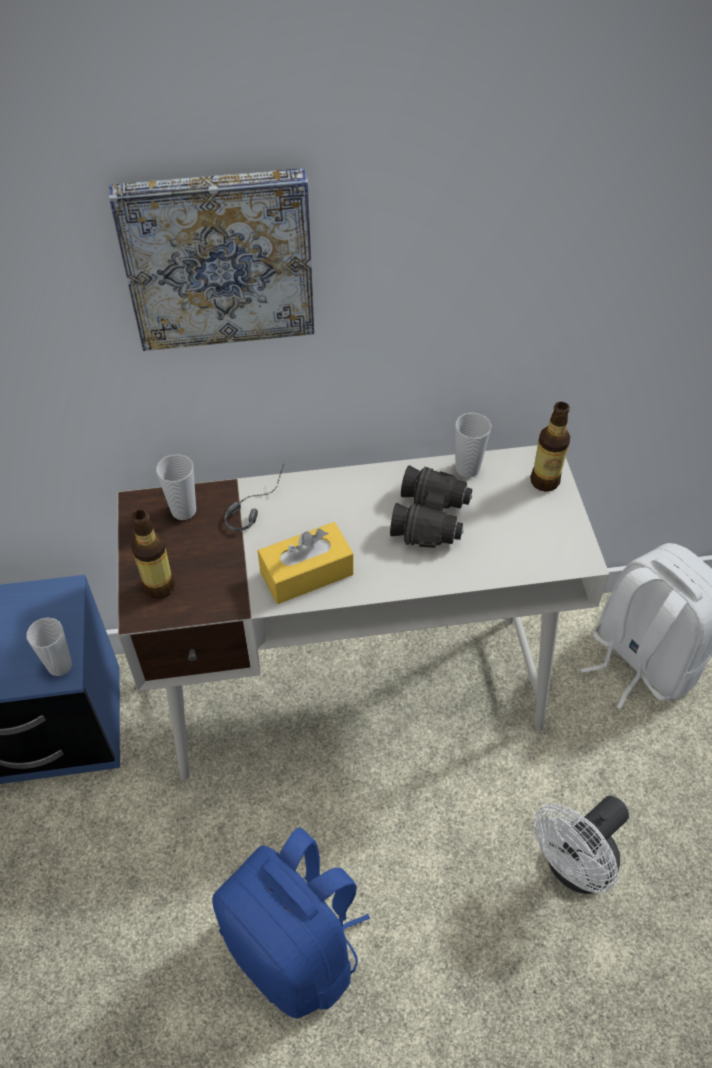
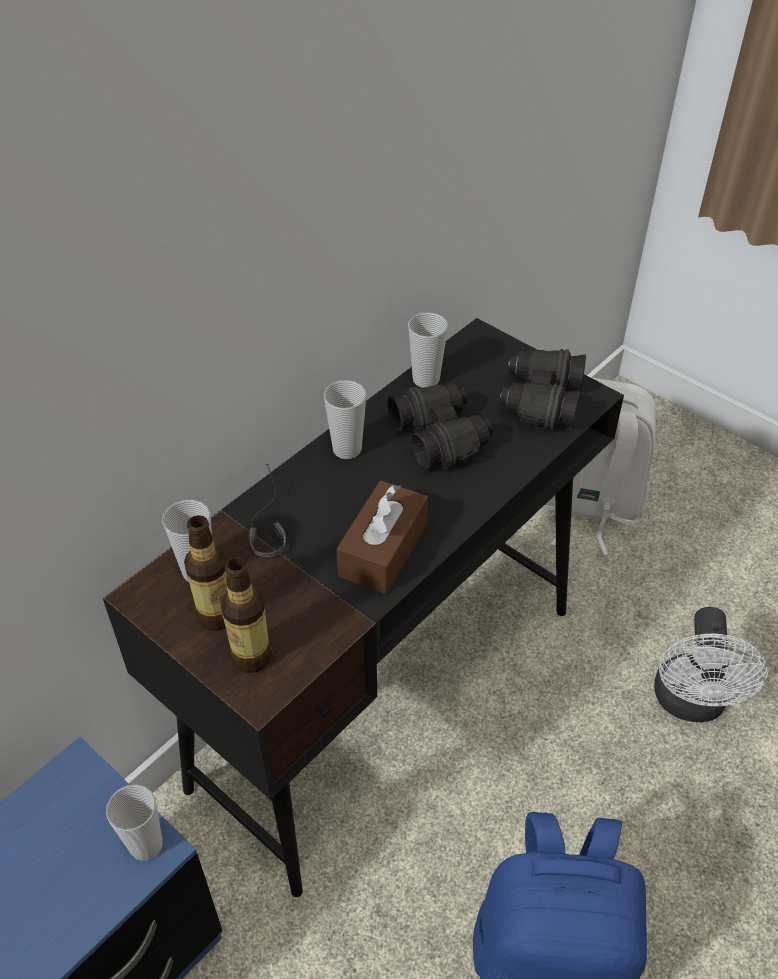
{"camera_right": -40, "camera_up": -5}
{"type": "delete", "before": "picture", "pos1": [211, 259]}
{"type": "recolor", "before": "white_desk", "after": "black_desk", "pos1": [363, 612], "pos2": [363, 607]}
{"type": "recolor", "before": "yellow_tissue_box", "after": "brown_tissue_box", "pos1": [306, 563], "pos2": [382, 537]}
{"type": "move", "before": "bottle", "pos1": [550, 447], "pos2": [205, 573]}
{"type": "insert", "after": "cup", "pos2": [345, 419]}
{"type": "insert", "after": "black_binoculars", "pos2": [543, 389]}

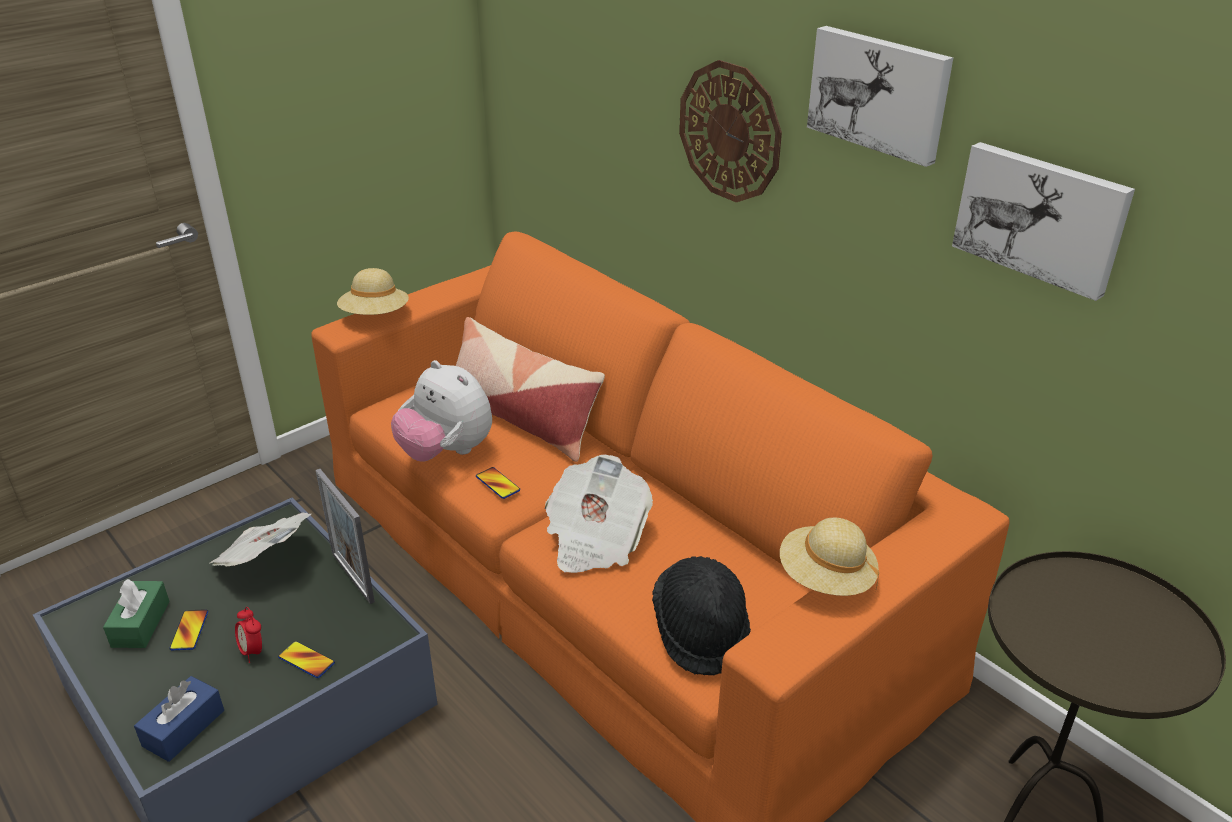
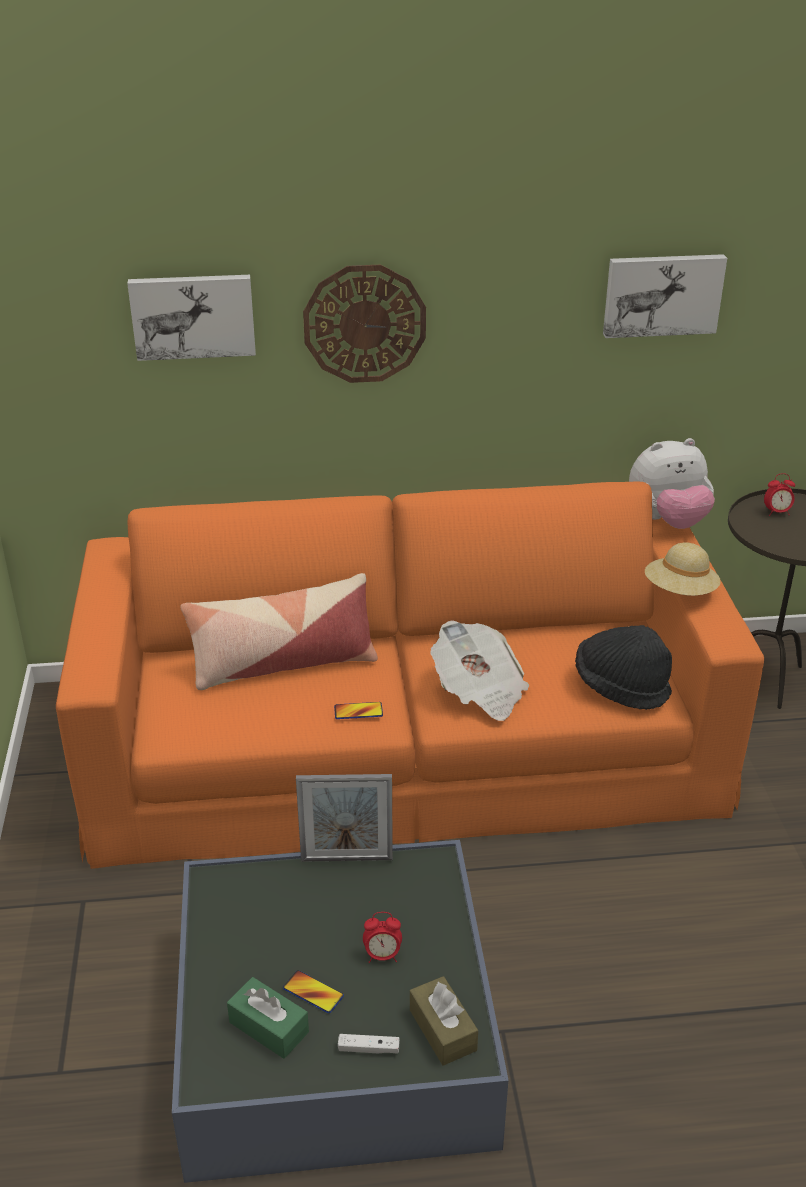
{"camera_right": -55, "camera_up": 0}
{"type": "recolor", "before": "blue_tissue_box", "after": "brown_tissue_box", "pos1": [179, 719], "pos2": [444, 1021]}
{"type": "delete", "before": "newspaper", "pos1": [260, 539]}
{"type": "delete", "before": "phone", "pos1": [306, 659]}
{"type": "delete", "before": "beige_hat", "pos1": [373, 291]}
{"type": "move", "before": "plush_toy", "pos1": [441, 410], "pos2": [672, 483]}
{"type": "move", "before": "picture", "pos1": [880, 96], "pos2": [191, 318]}
{"type": "insert", "after": "white_game_controller", "pos2": [369, 1044]}
{"type": "insert", "after": "alarm_clock", "pos2": [779, 494]}

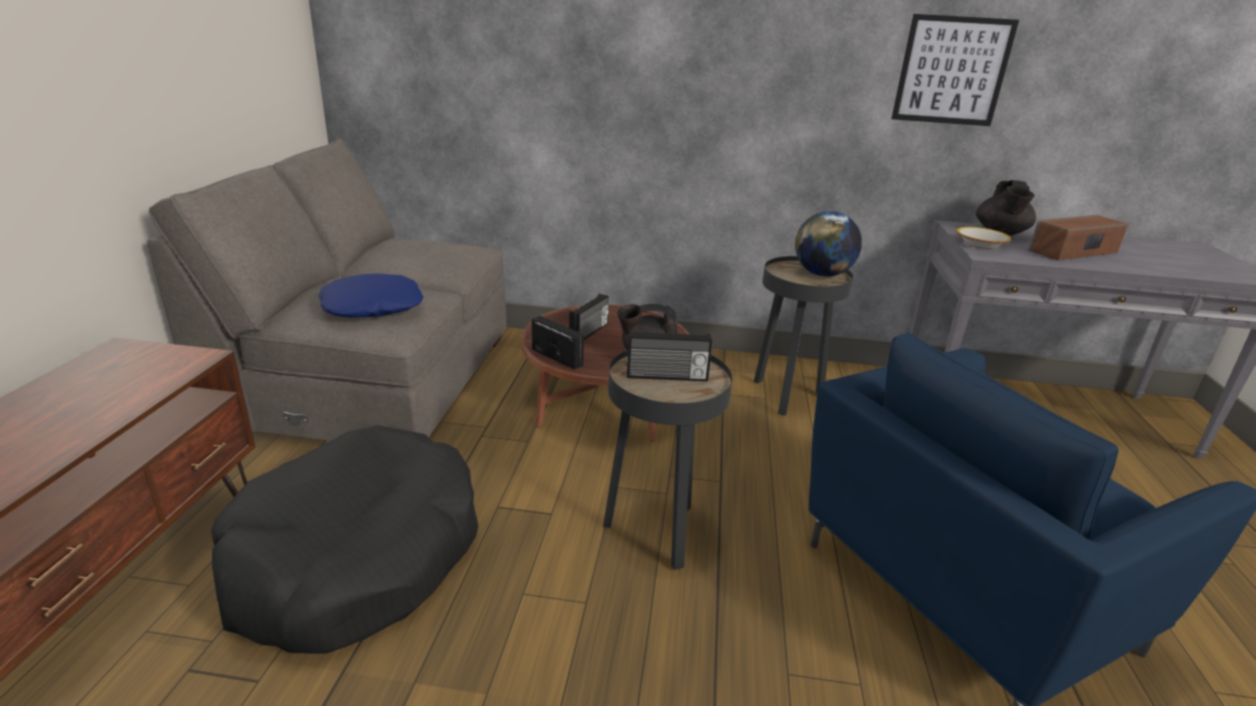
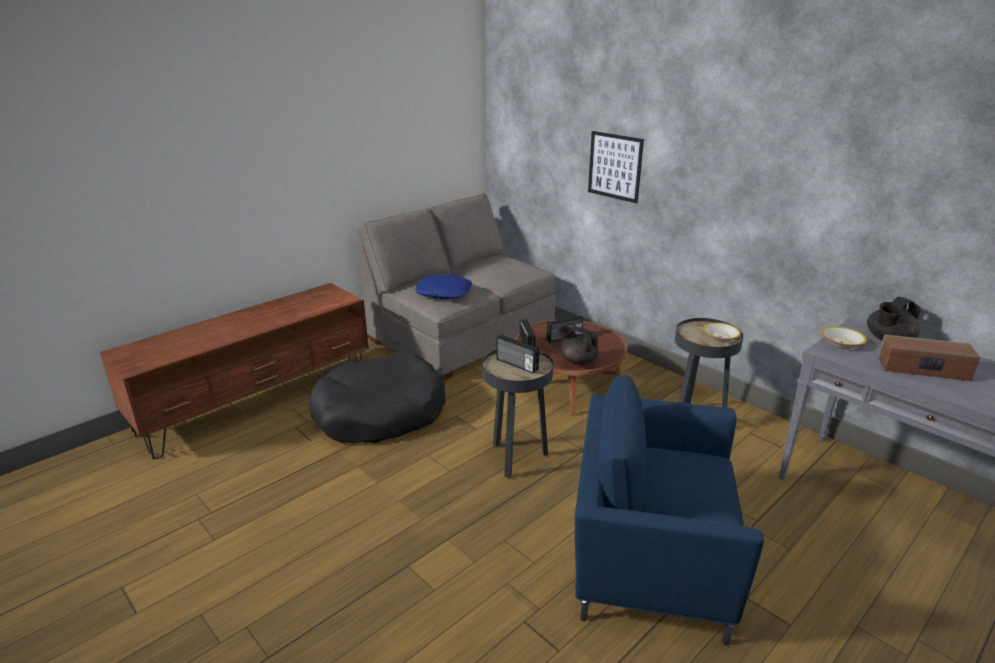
{"camera_right": 40, "camera_up": 0}
{"type": "replace", "before": "globe", "after": "bowl", "pos1": [828, 244], "pos2": [722, 332]}
{"type": "move", "before": "picture", "pos1": [955, 70], "pos2": [616, 167]}

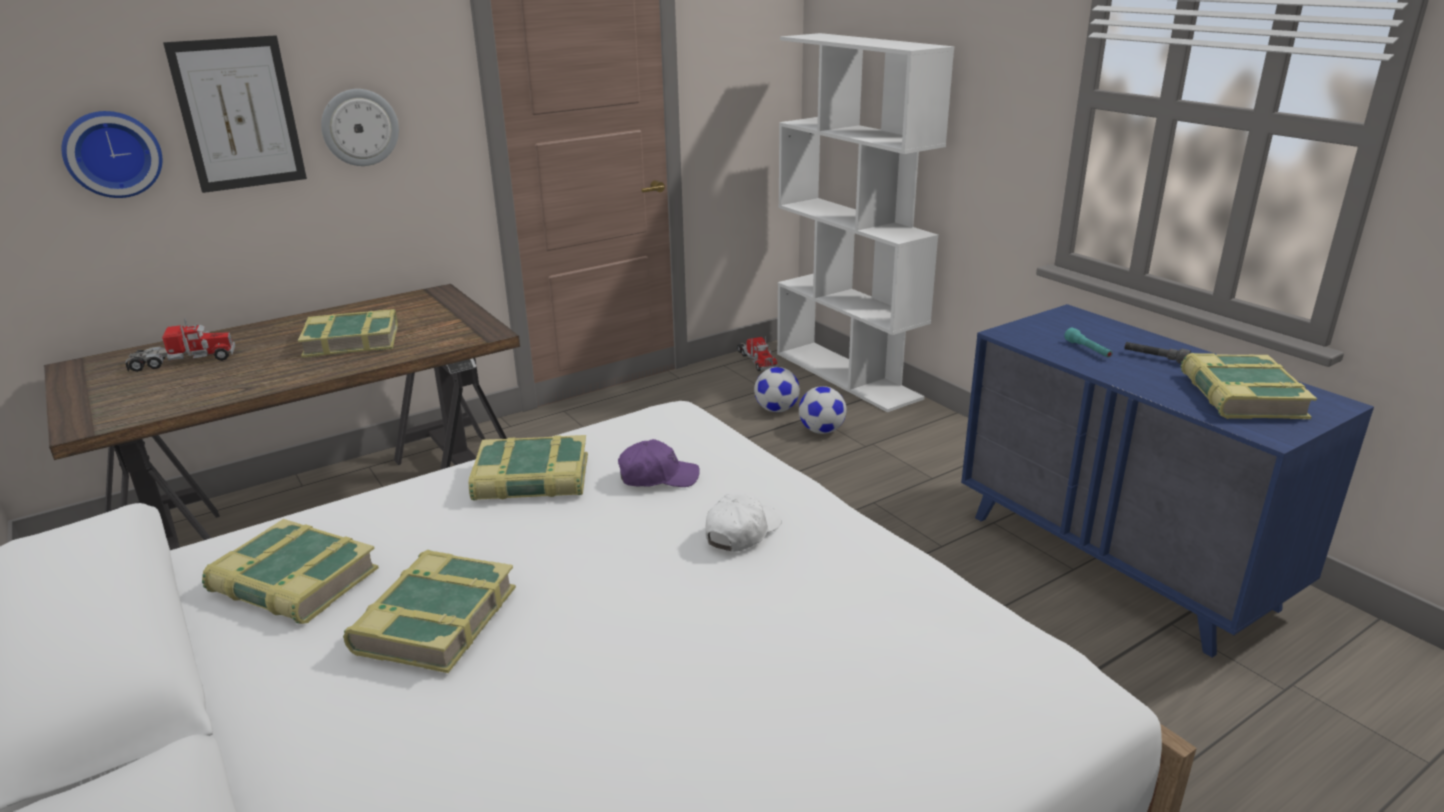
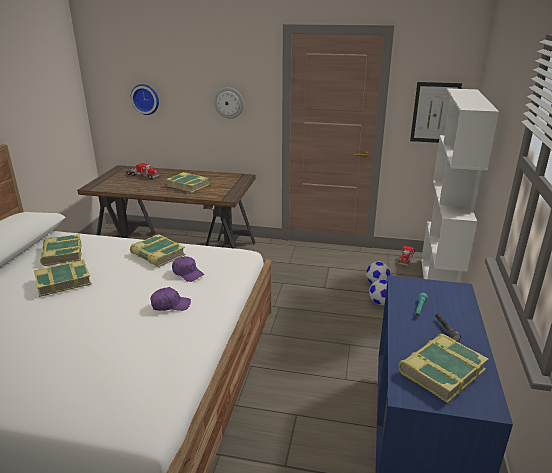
{"camera_right": 45, "camera_up": 0}
{"type": "move", "before": "picture", "pos1": [235, 114], "pos2": [436, 112]}
{"type": "recolor", "before": "white_cap", "after": "purple_cap", "pos1": [743, 523], "pos2": [170, 299]}

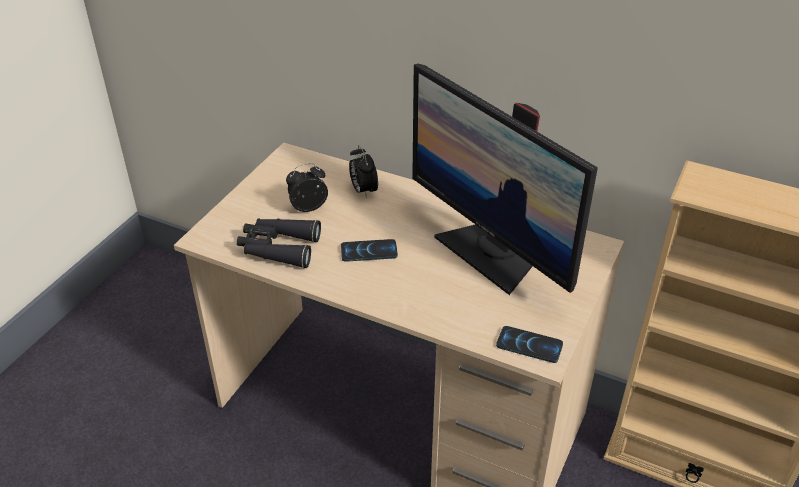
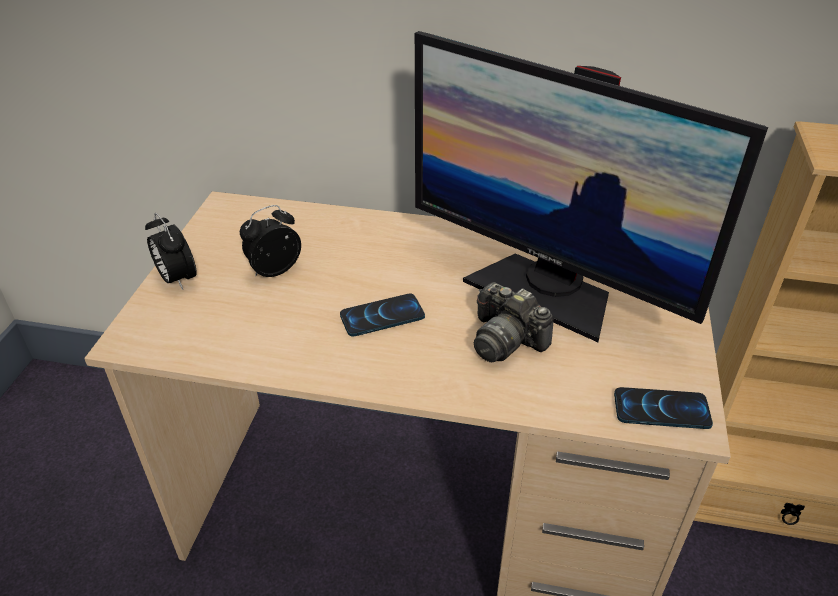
{"camera_right": -15, "camera_up": 0}
{"type": "delete", "before": "black_binoculars", "pos1": [279, 243]}
{"type": "move", "before": "alarm_clock", "pos1": [363, 172], "pos2": [171, 251]}
{"type": "insert", "after": "photo_camera", "pos2": [514, 322]}

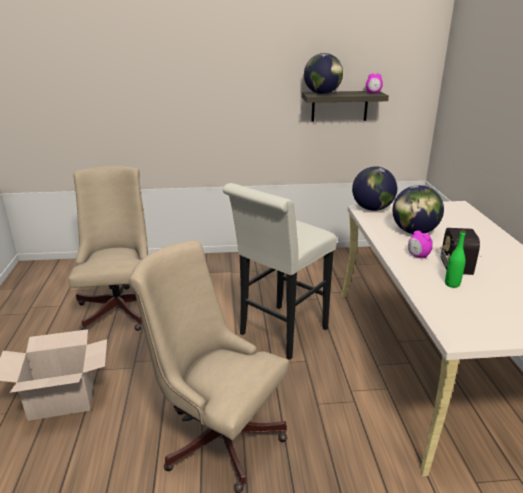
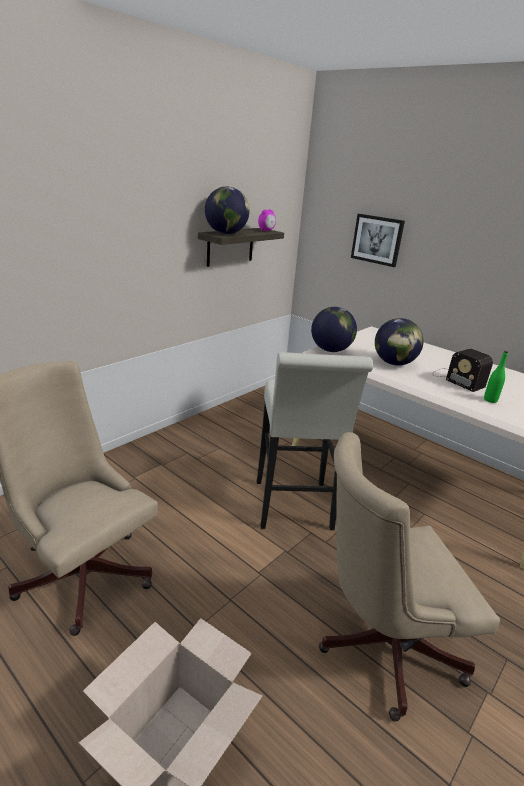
{"camera_right": -45, "camera_up": 0}
{"type": "delete", "before": "alarm_clock", "pos1": [420, 245]}
{"type": "insert", "after": "picture", "pos2": [378, 240]}

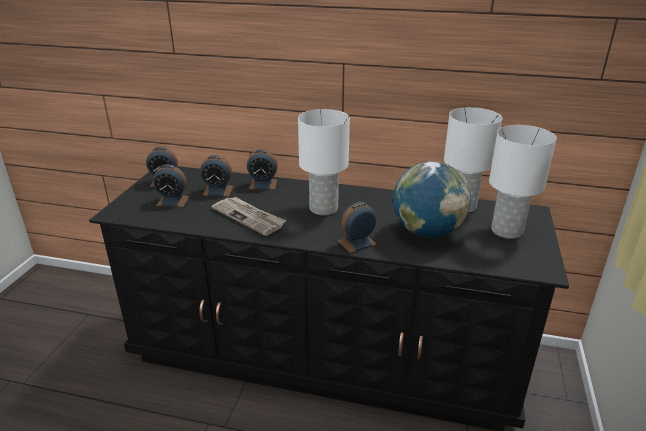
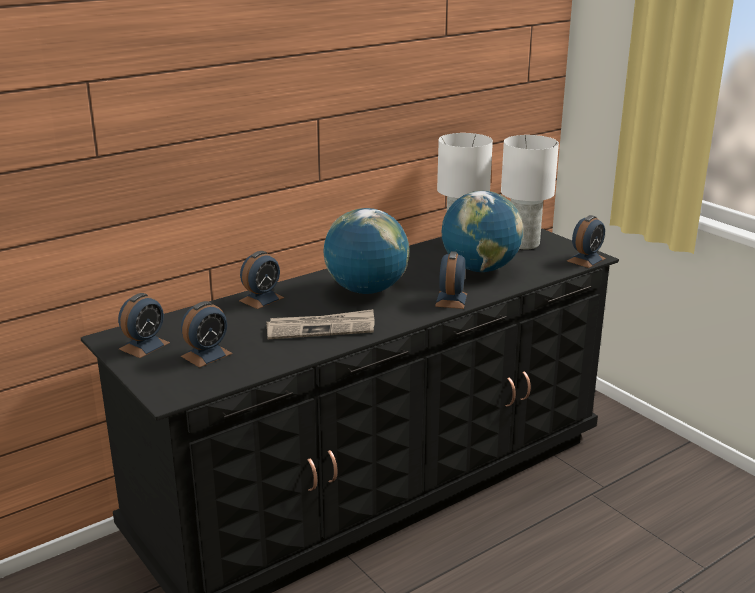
{"camera_right": -50, "camera_up": -5}
{"type": "move", "before": "alarm_clock", "pos1": [216, 175], "pos2": [586, 241]}
{"type": "replace", "before": "white_table_lamp", "after": "globe", "pos1": [324, 162], "pos2": [366, 251]}

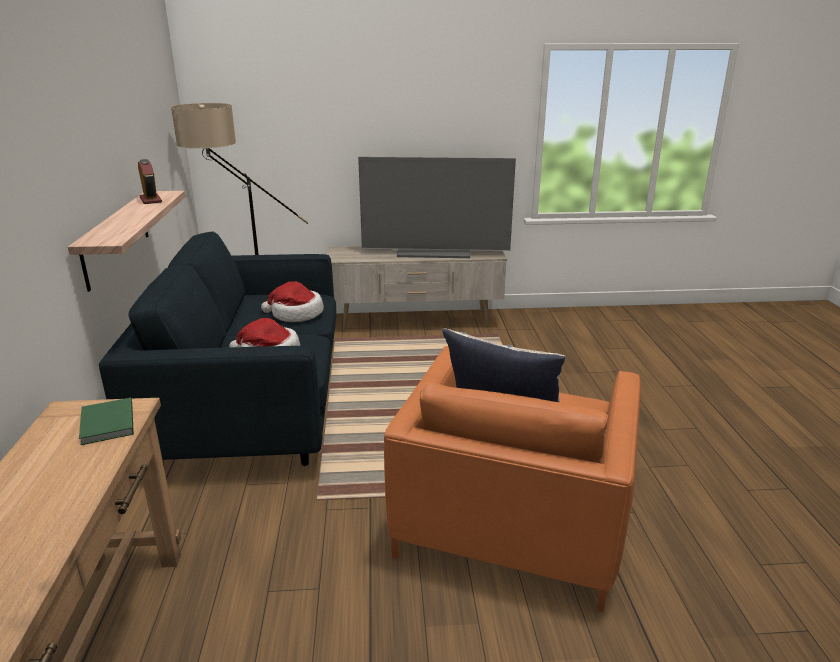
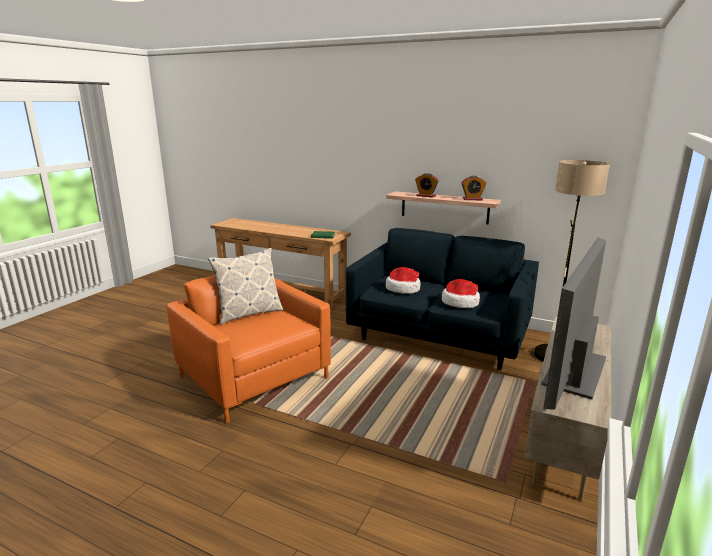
{"camera_right": 120, "camera_up": -5}
{"type": "insert", "after": "alarm_clock", "pos2": [426, 185]}

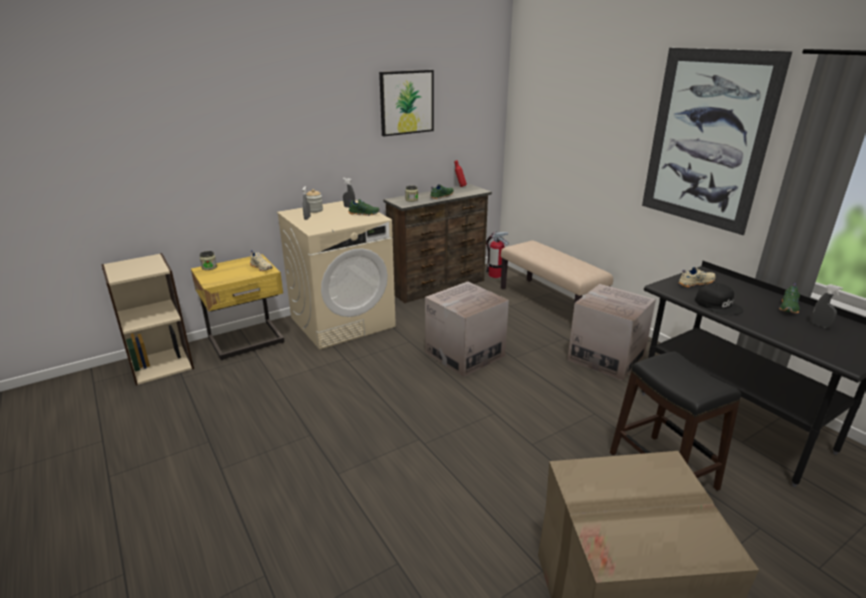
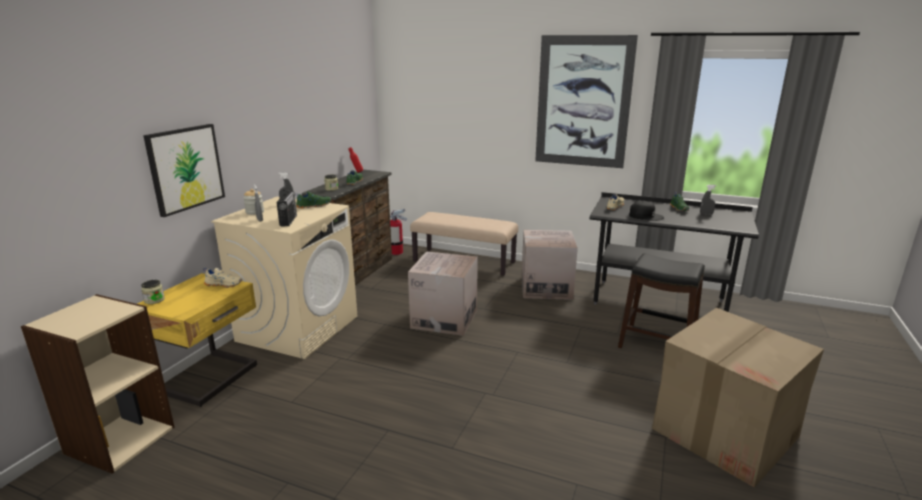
{"camera_right": -35, "camera_up": -5}
{"type": "move", "before": "picture", "pos1": [406, 103], "pos2": [184, 170]}
{"type": "insert", "after": "radio", "pos2": [287, 208]}

